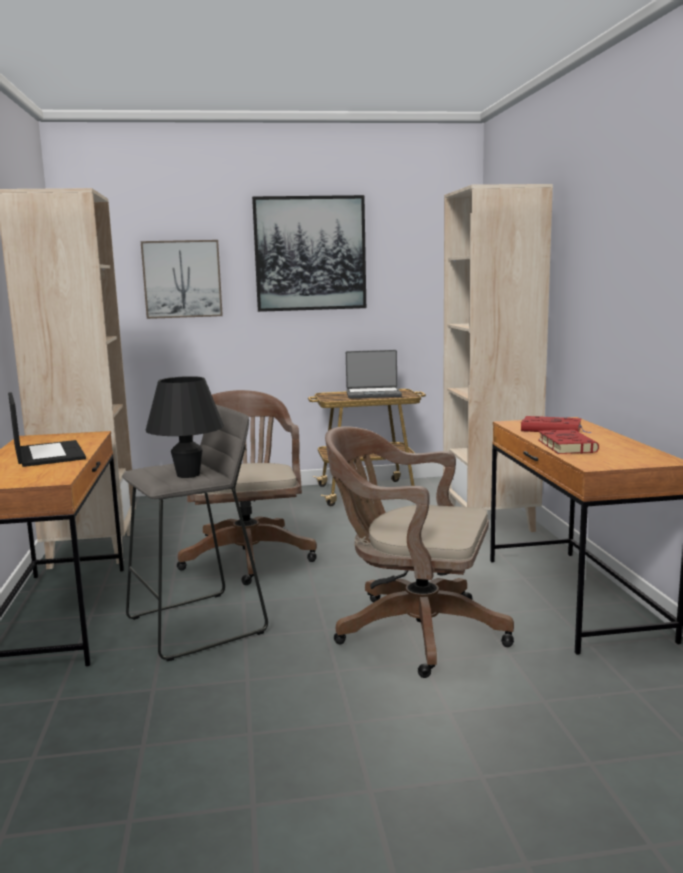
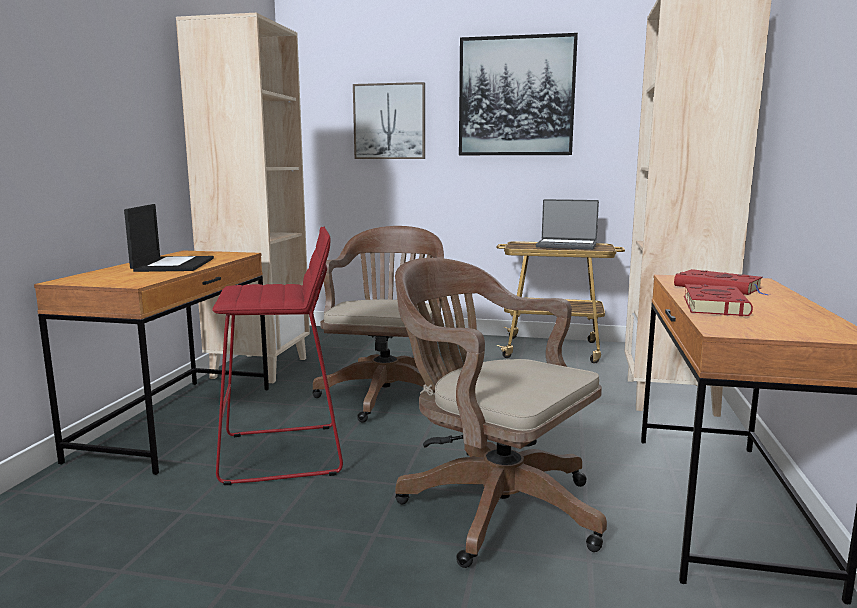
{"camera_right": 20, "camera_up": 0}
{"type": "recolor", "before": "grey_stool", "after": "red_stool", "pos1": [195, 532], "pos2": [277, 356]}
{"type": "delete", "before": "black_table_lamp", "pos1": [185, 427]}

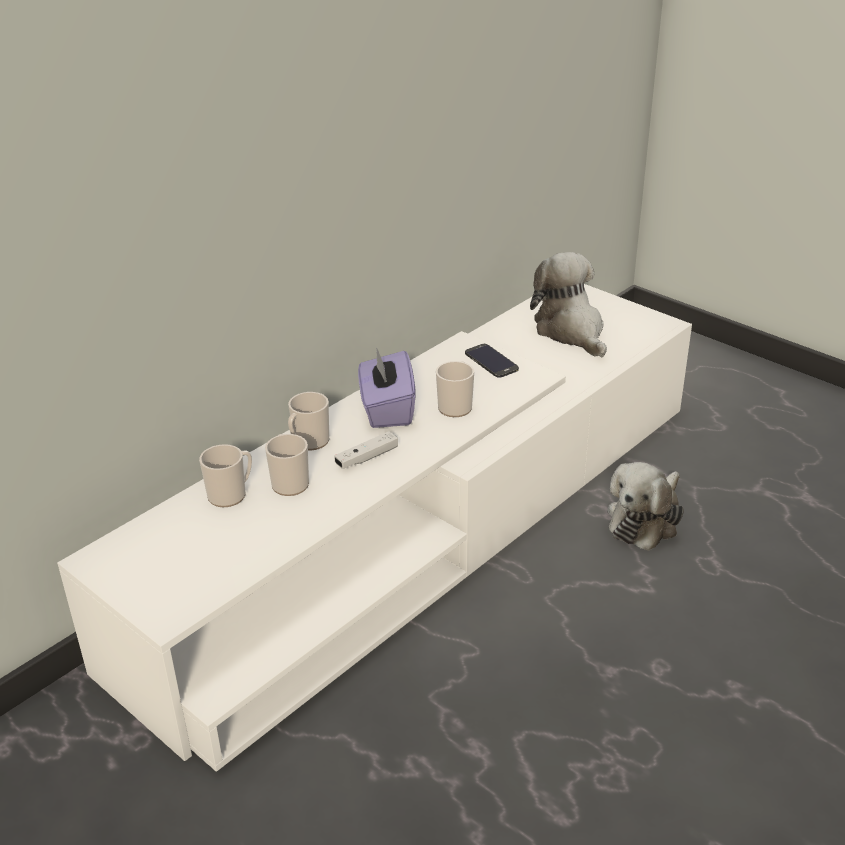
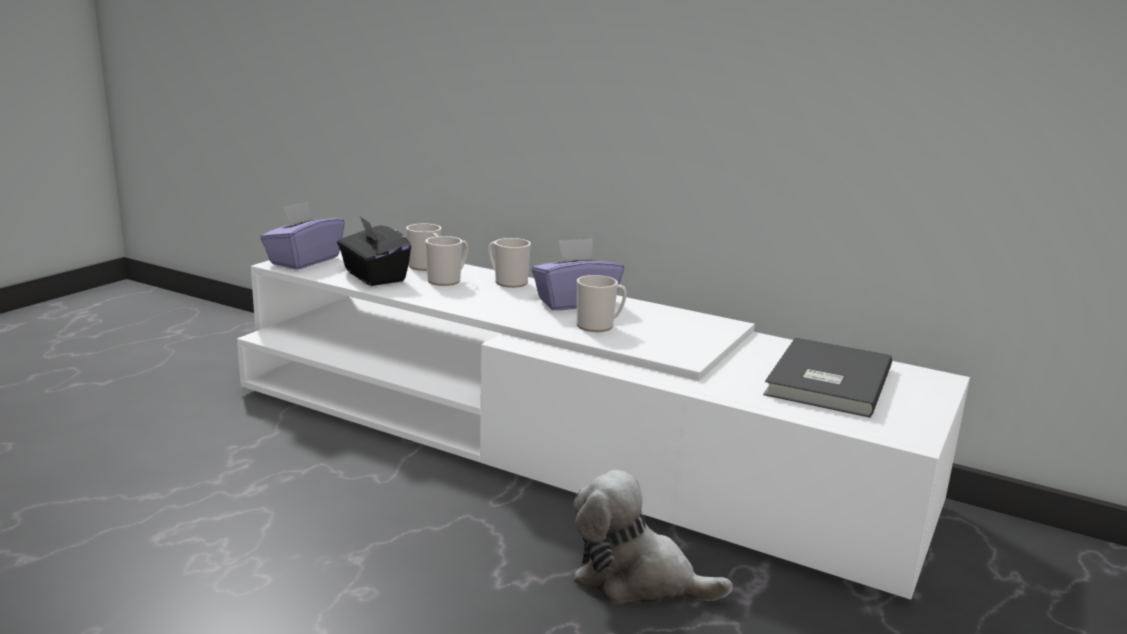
{"camera_right": 75, "camera_up": -15}
{"type": "delete", "before": "white_game_controller", "pos1": [366, 450]}
{"type": "delete", "before": "phone", "pos1": [492, 361]}
{"type": "replace", "before": "plush_toy", "after": "grey_book", "pos1": [568, 304], "pos2": [827, 377]}
{"type": "insert", "after": "purple_tissue_box", "pos2": [302, 235]}
{"type": "insert", "after": "black_tissue_box", "pos2": [374, 250]}

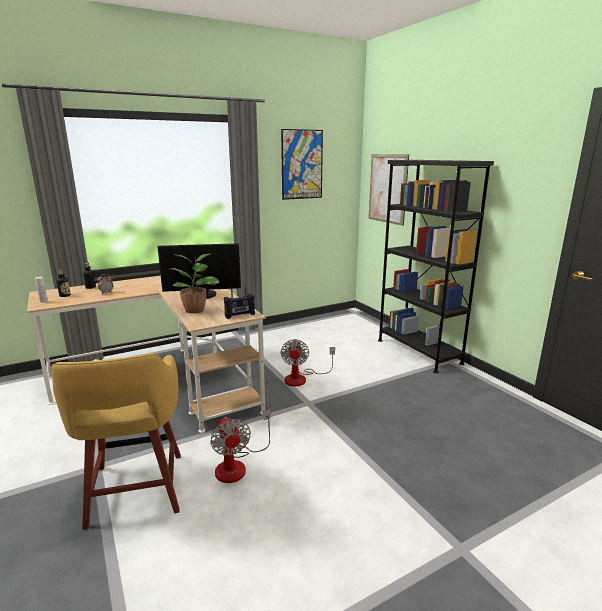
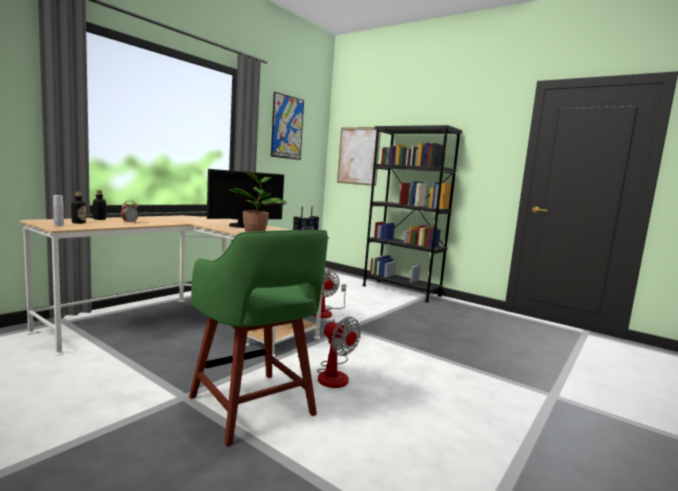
{"camera_right": -25, "camera_up": -10}
{"type": "recolor", "before": "yellow_stool", "after": "green_stool", "pos1": [116, 441], "pos2": [258, 338]}

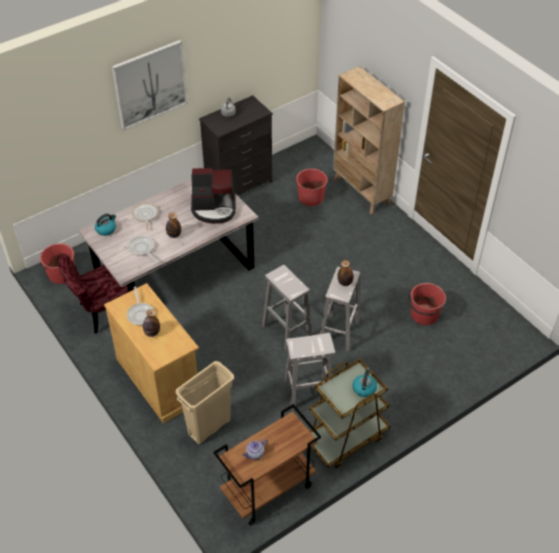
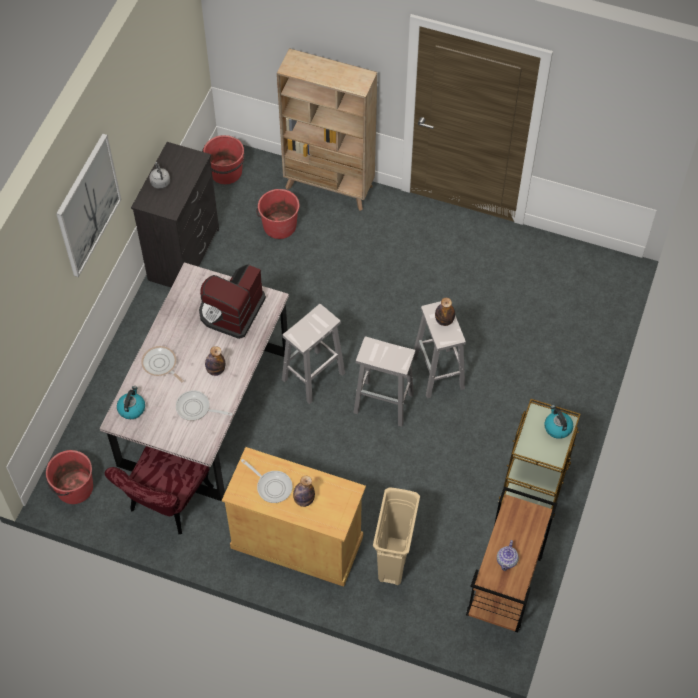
{"camera_right": -35, "camera_up": 10}
{"type": "rotate", "before": "coffee_machine", "pos1": [213, 196], "pos2": [232, 301], "turn": 150}
{"type": "move", "before": "white_stool", "pos1": [310, 371], "pos2": [313, 354]}
{"type": "move", "before": "red_bucket", "pos1": [427, 304], "pos2": [223, 159]}

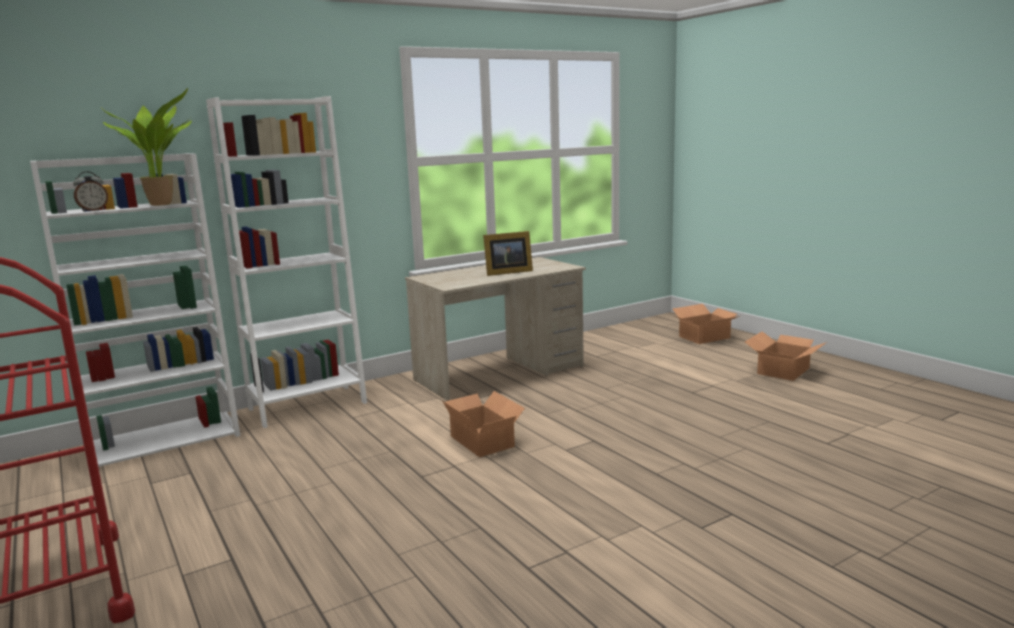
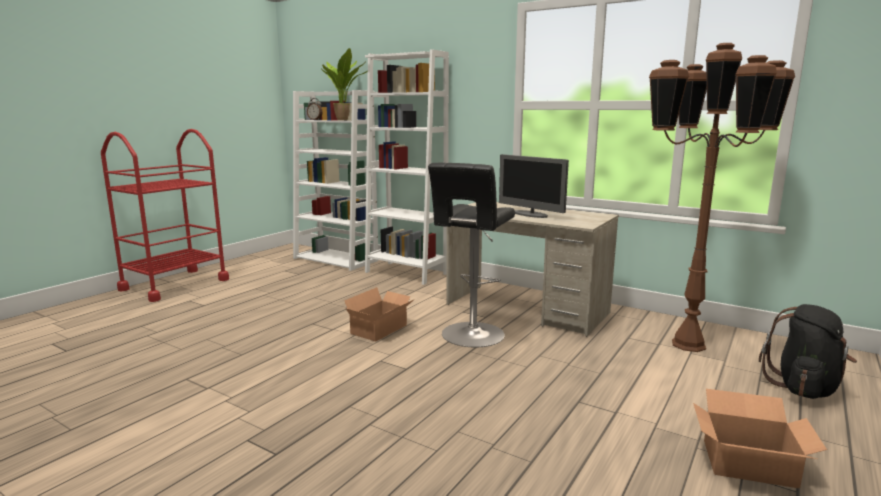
{"camera_right": 65, "camera_up": 0}
{"type": "replace", "before": "picture_frame", "after": "monitor", "pos1": [508, 253], "pos2": [534, 186]}
{"type": "replace", "before": "cardboard_box", "after": "black_backpack", "pos1": [706, 324], "pos2": [808, 351]}
{"type": "insert", "after": "black_stool", "pos2": [471, 255]}
{"type": "insert", "after": "brown_floor_lamp", "pos2": [722, 197]}

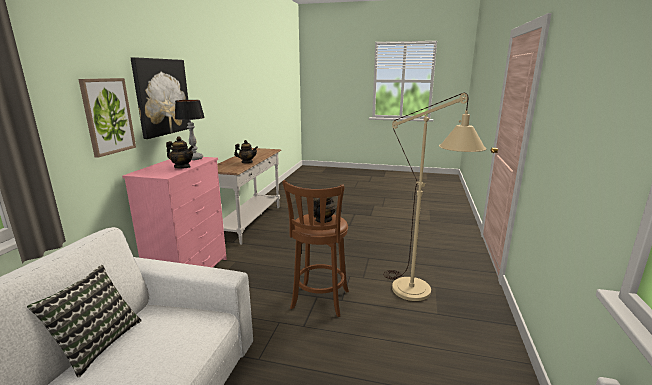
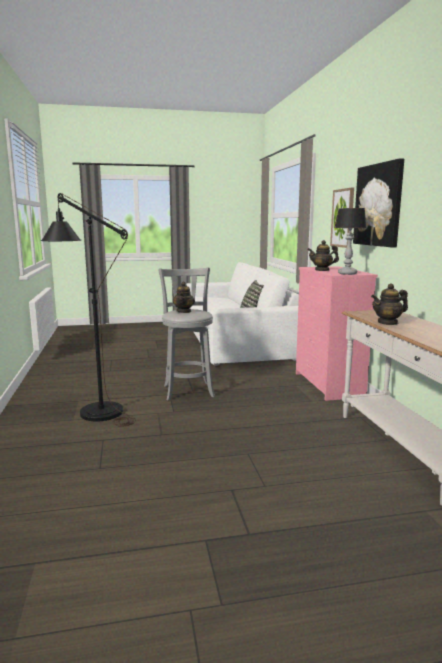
{"camera_right": 155, "camera_up": -5}
{"type": "recolor", "before": "brown_stool", "after": "grey_stool", "pos1": [315, 248], "pos2": [187, 334]}
{"type": "recolor", "before": "beige_floor_lamp", "after": "black_floor_lamp", "pos1": [435, 197], "pos2": [88, 309]}

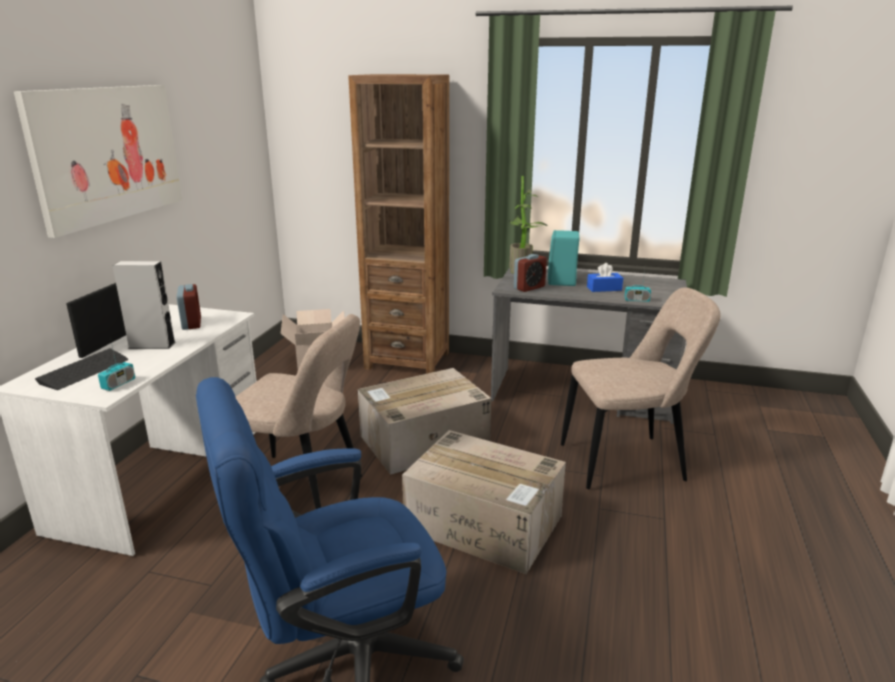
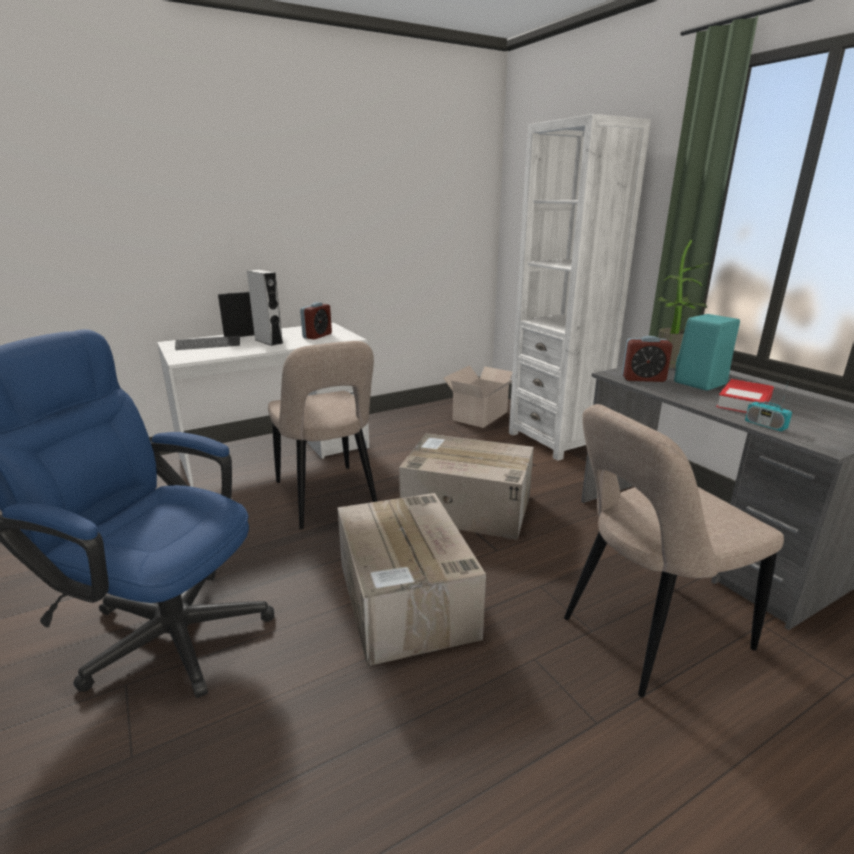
{"camera_right": 45, "camera_up": 0}
{"type": "delete", "before": "picture", "pos1": [98, 161]}
{"type": "delete", "before": "radio", "pos1": [116, 364]}
{"type": "recolor", "before": "brown_bookcase", "after": "white_bookcase", "pos1": [398, 224], "pos2": [580, 287]}
{"type": "rotate", "before": "beige_chair", "pos1": [641, 388], "pos2": [674, 550], "turn": 120}
{"type": "replace", "before": "blue_tissue_box", "after": "book", "pos1": [605, 277], "pos2": [745, 396]}

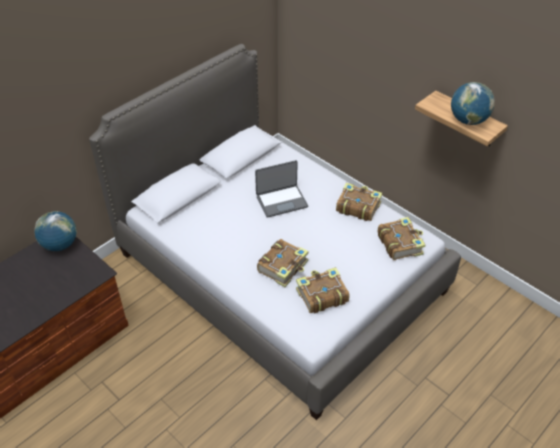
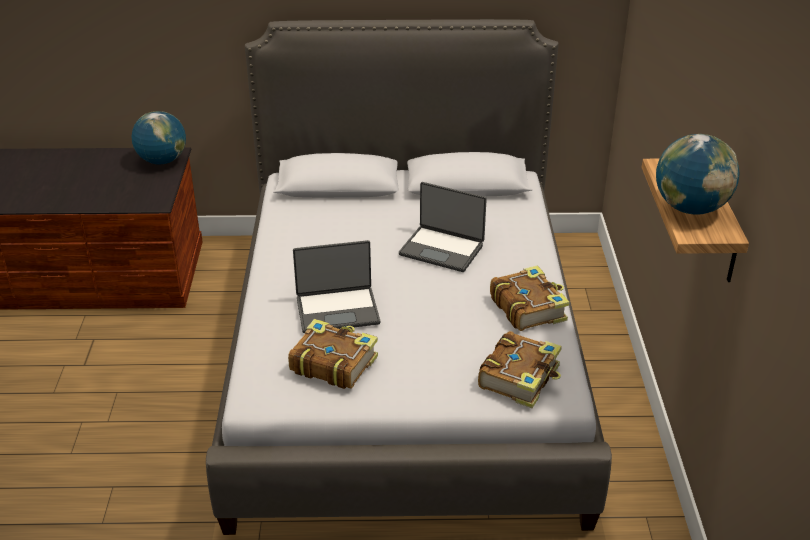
{"camera_right": 45, "camera_up": -10}
{"type": "replace", "before": "book", "after": "laptop", "pos1": [283, 263], "pos2": [336, 286]}

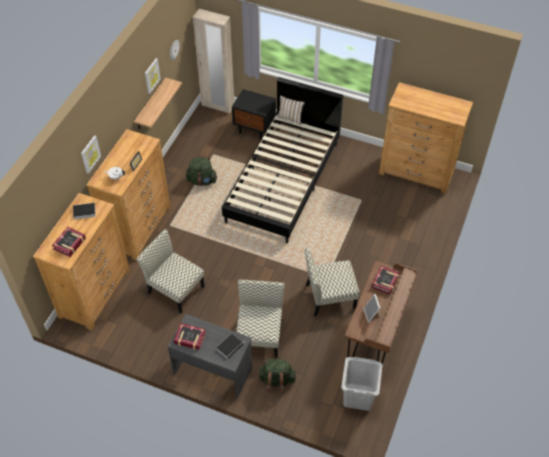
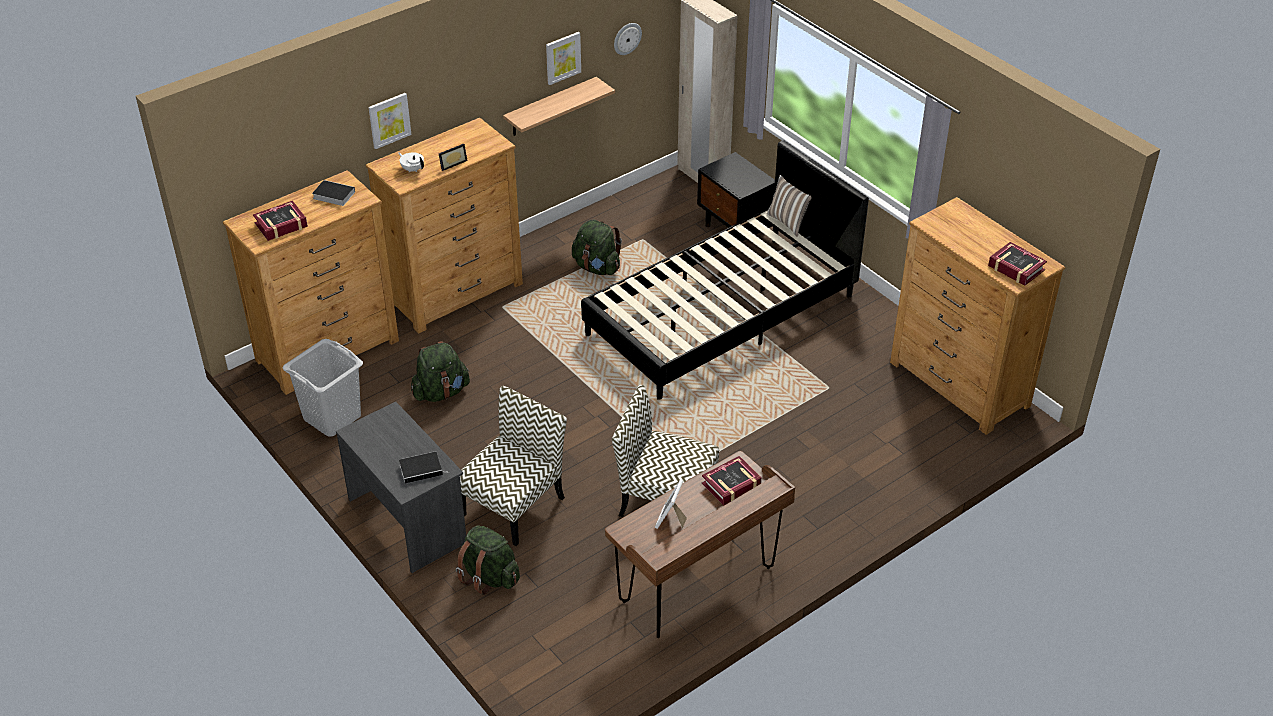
{"camera_right": 30, "camera_up": -10}
{"type": "replace", "before": "chair", "after": "green_backpack", "pos1": [171, 271], "pos2": [440, 371]}
{"type": "move", "before": "book", "pos1": [190, 336], "pos2": [1017, 264]}
{"type": "move", "before": "grey_laundry_basket", "pos1": [361, 384], "pos2": [322, 388]}

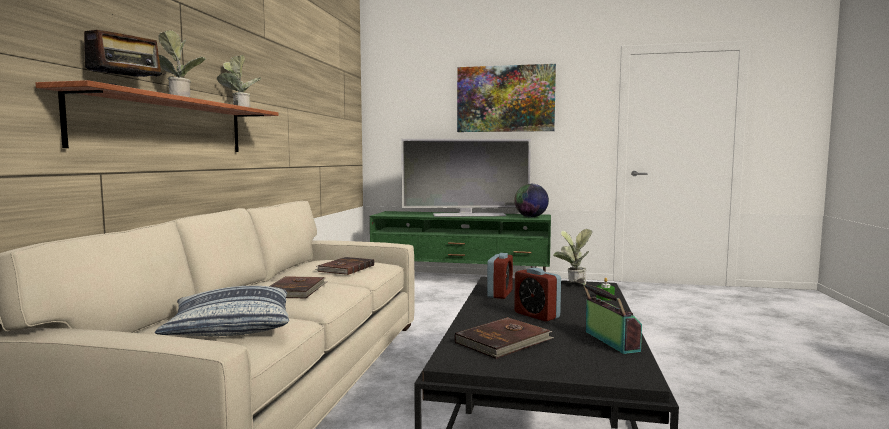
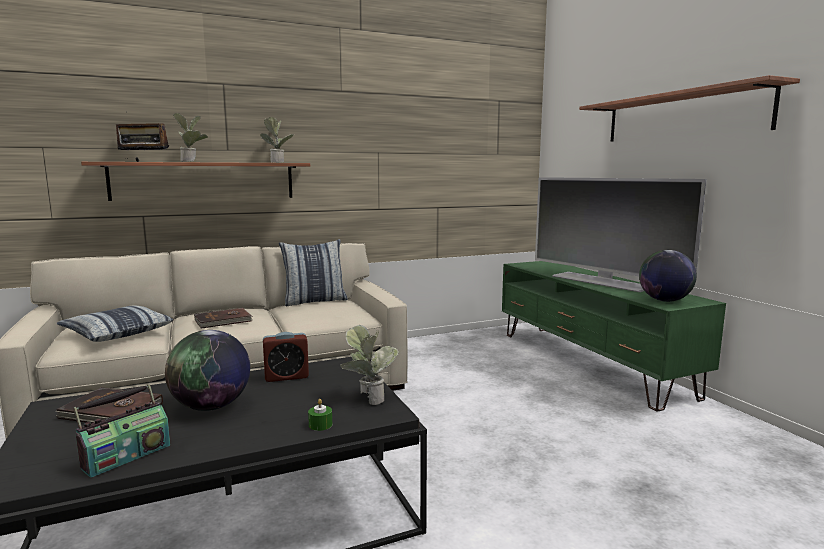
{"camera_right": 55, "camera_up": 5}
{"type": "delete", "before": "brown_book", "pos1": [344, 266]}
{"type": "replace", "before": "picture", "after": "shelf", "pos1": [506, 98], "pos2": [689, 108]}
{"type": "replace", "before": "alarm_clock", "after": "globe", "pos1": [537, 294], "pos2": [207, 370]}
{"type": "insert", "after": "pillow", "pos2": [313, 272]}

